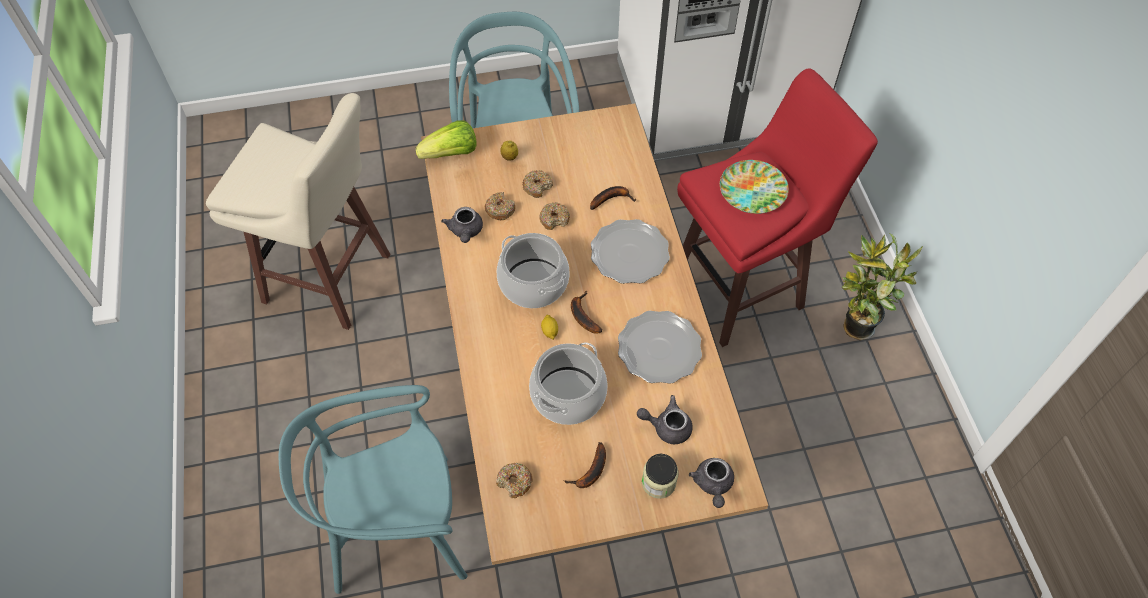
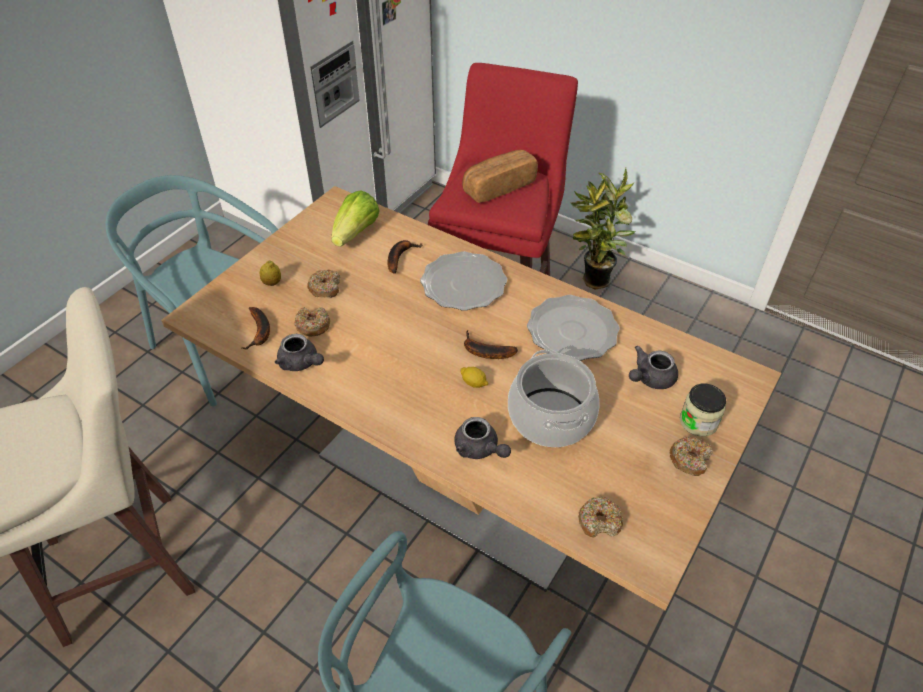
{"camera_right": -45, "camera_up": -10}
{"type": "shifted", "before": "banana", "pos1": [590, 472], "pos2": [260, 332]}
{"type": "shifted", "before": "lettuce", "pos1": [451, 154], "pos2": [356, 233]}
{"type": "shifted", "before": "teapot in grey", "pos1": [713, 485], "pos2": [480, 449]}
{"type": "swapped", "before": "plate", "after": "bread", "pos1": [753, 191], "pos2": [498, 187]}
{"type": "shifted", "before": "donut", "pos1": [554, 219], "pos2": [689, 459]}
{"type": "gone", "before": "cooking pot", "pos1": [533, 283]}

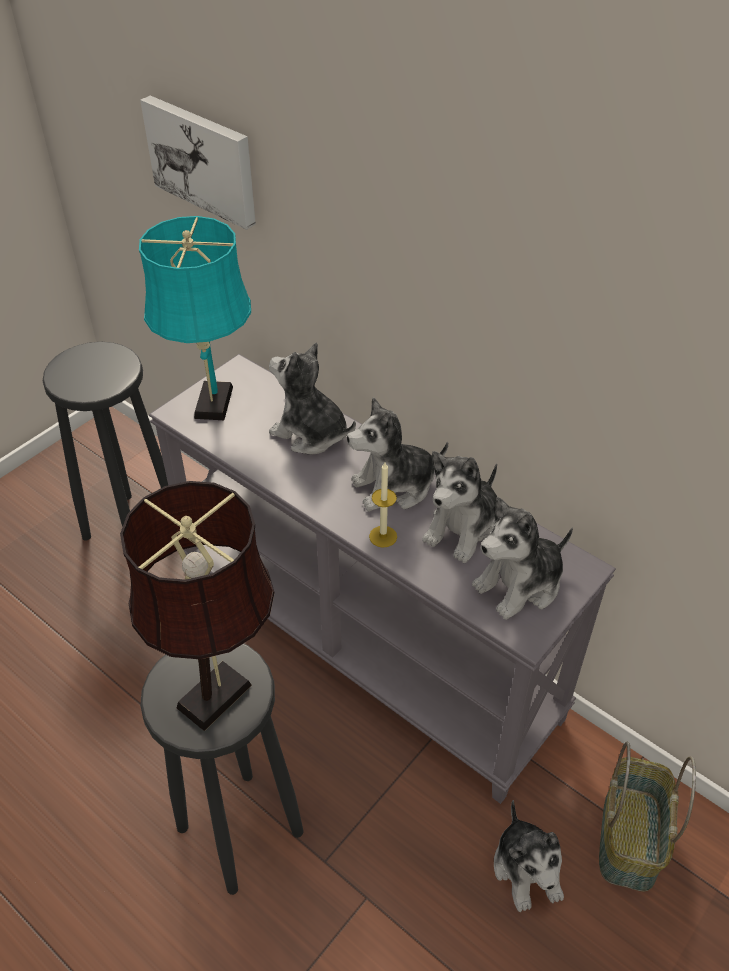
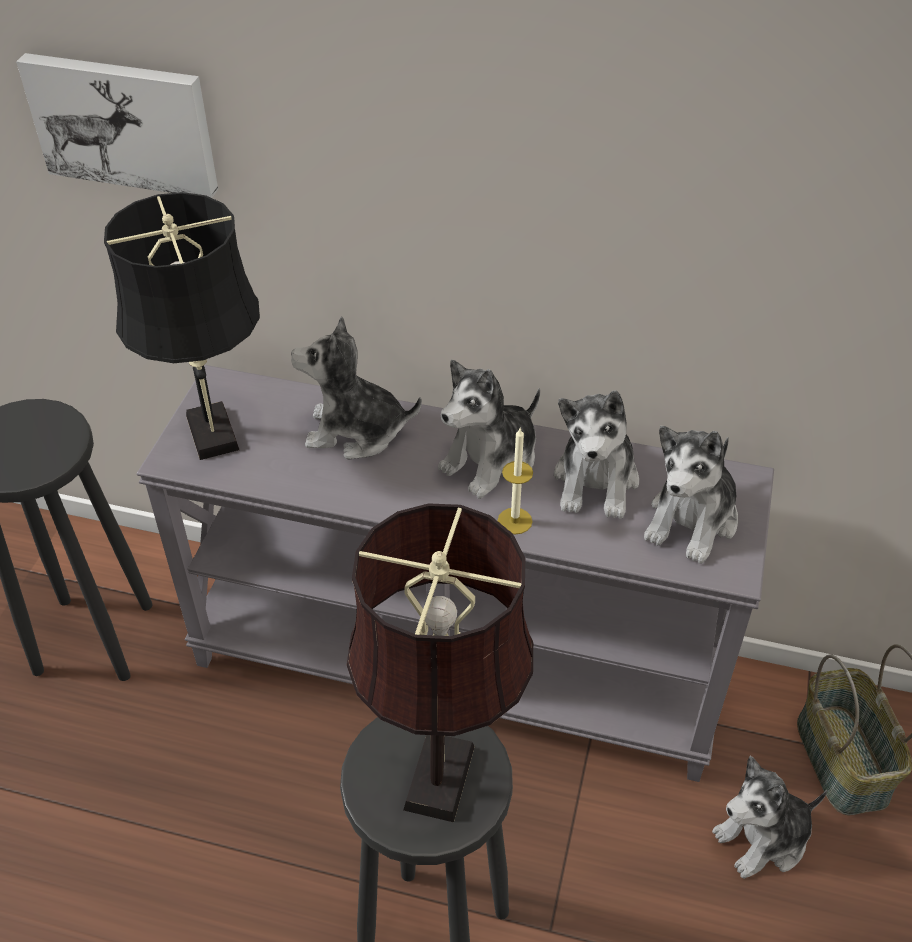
{"camera_right": -25, "camera_up": 0}
{"type": "repainted", "before": "table lamp in turquoise", "after": "table lamp in black", "pos1": [212, 406], "pos2": [213, 437]}
{"type": "rotated", "before": "plush toy", "pos1": [527, 869], "pos2": [763, 838], "turn": 105}

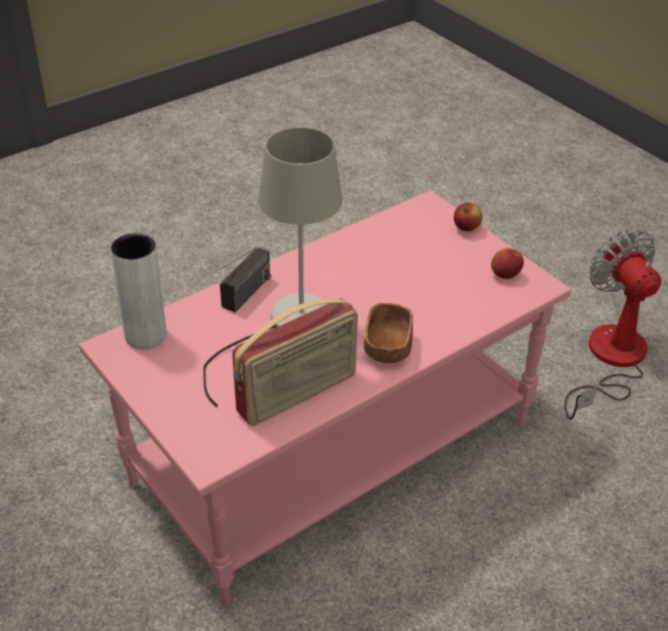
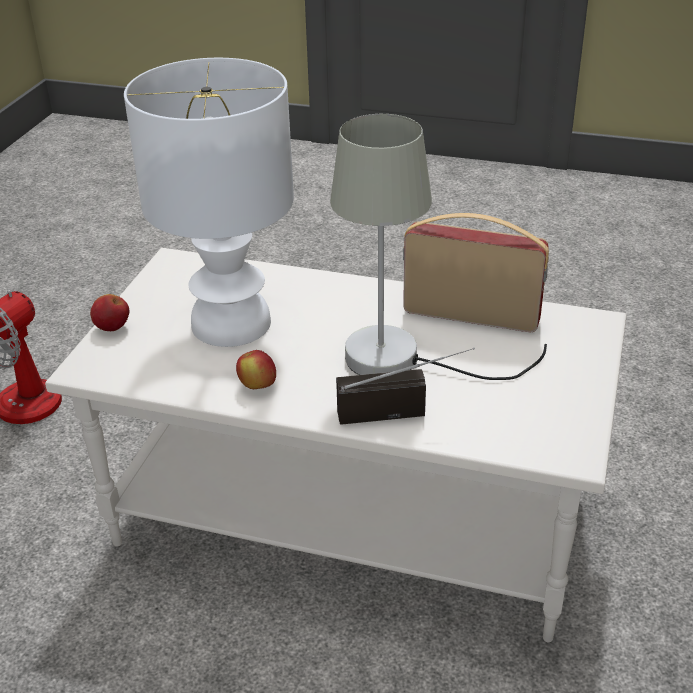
{"camera_right": -125, "camera_up": -5}
{"type": "repainted", "before": "coffee table in pink", "after": "coffee table in white", "pos1": [332, 450], "pos2": [347, 518]}
{"type": "new", "after": "table lamp in white", "pos2": [230, 322]}
{"type": "shifted", "before": "apple", "pos1": [505, 275], "pos2": [257, 386]}
{"type": "gone", "before": "vase in grey", "pos1": [145, 336]}
{"type": "gone", "before": "bowl in brown", "pos1": [387, 348]}

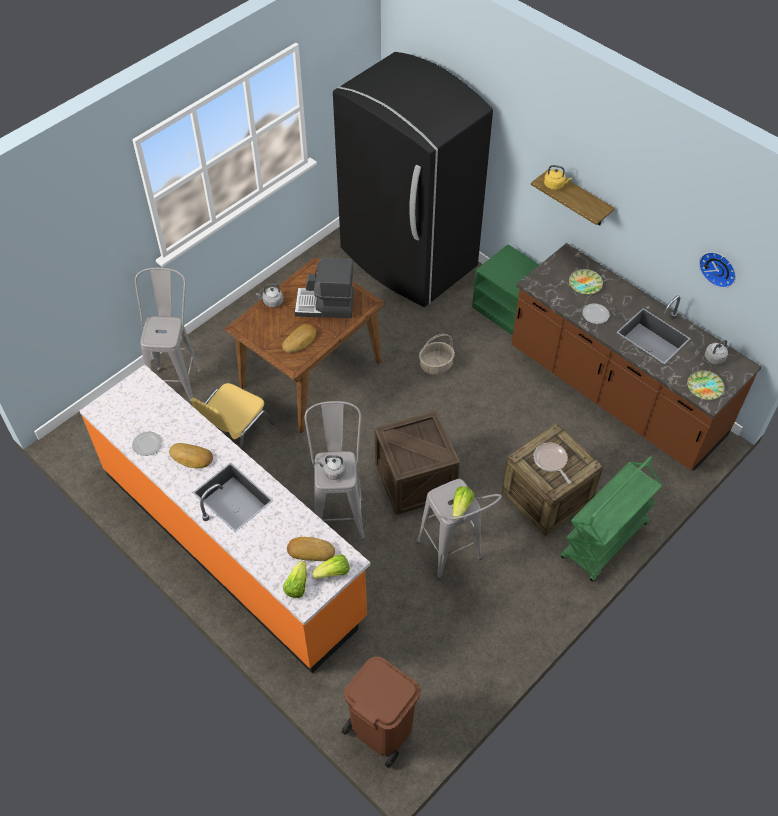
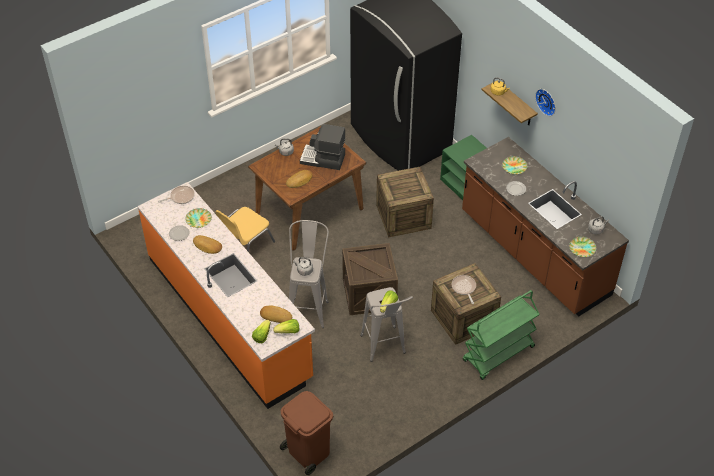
{"camera_right": 10, "camera_up": -5}
{"type": "new", "after": "frying pan", "pos2": [181, 197]}
{"type": "new", "after": "plate", "pos2": [198, 219]}
{"type": "swapped", "before": "basket", "after": "crate", "pos1": [436, 365], "pos2": [403, 217]}
{"type": "shifted", "before": "wall clock", "pos1": [719, 268], "pos2": [547, 101]}
{"type": "gone", "before": "stool in grey", "pos1": [177, 379]}

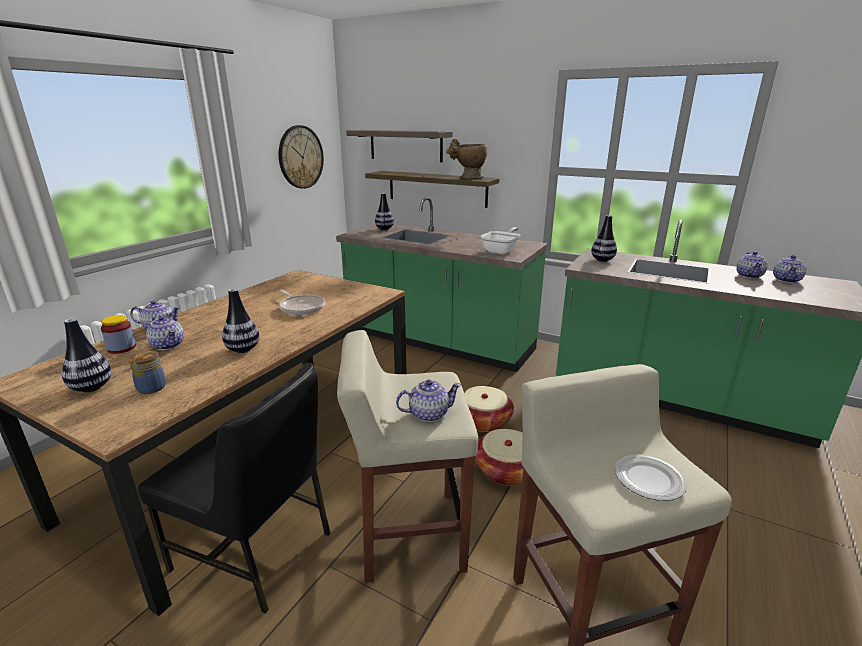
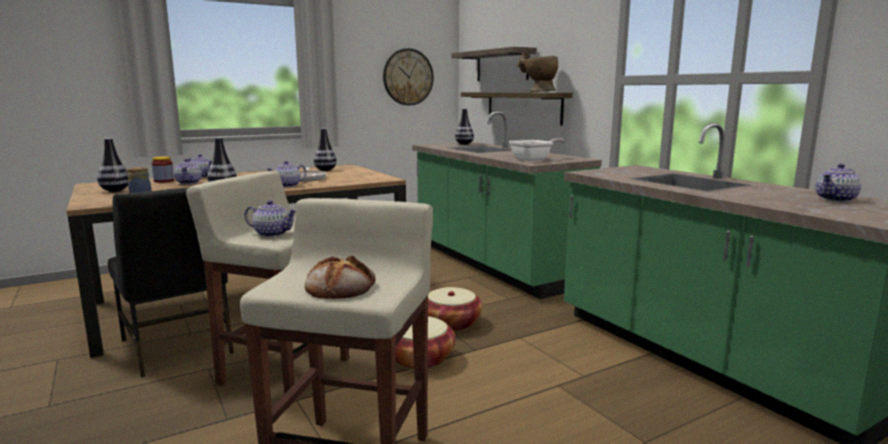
{"camera_right": 30, "camera_up": -10}
{"type": "shifted", "before": "teapot", "pos1": [749, 275], "pos2": [288, 186]}
{"type": "swapped", "before": "plate", "after": "bread", "pos1": [648, 480], "pos2": [341, 286]}
{"type": "shifted", "before": "vase", "pos1": [602, 260], "pos2": [325, 170]}

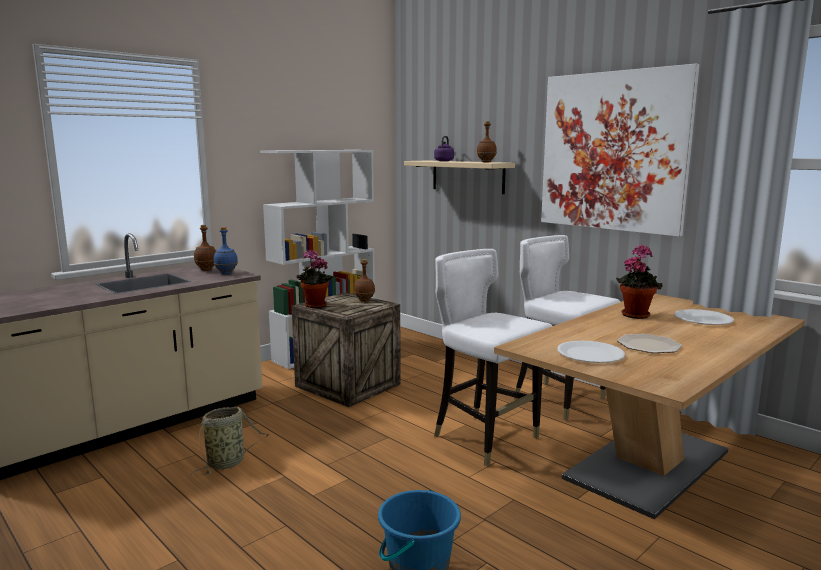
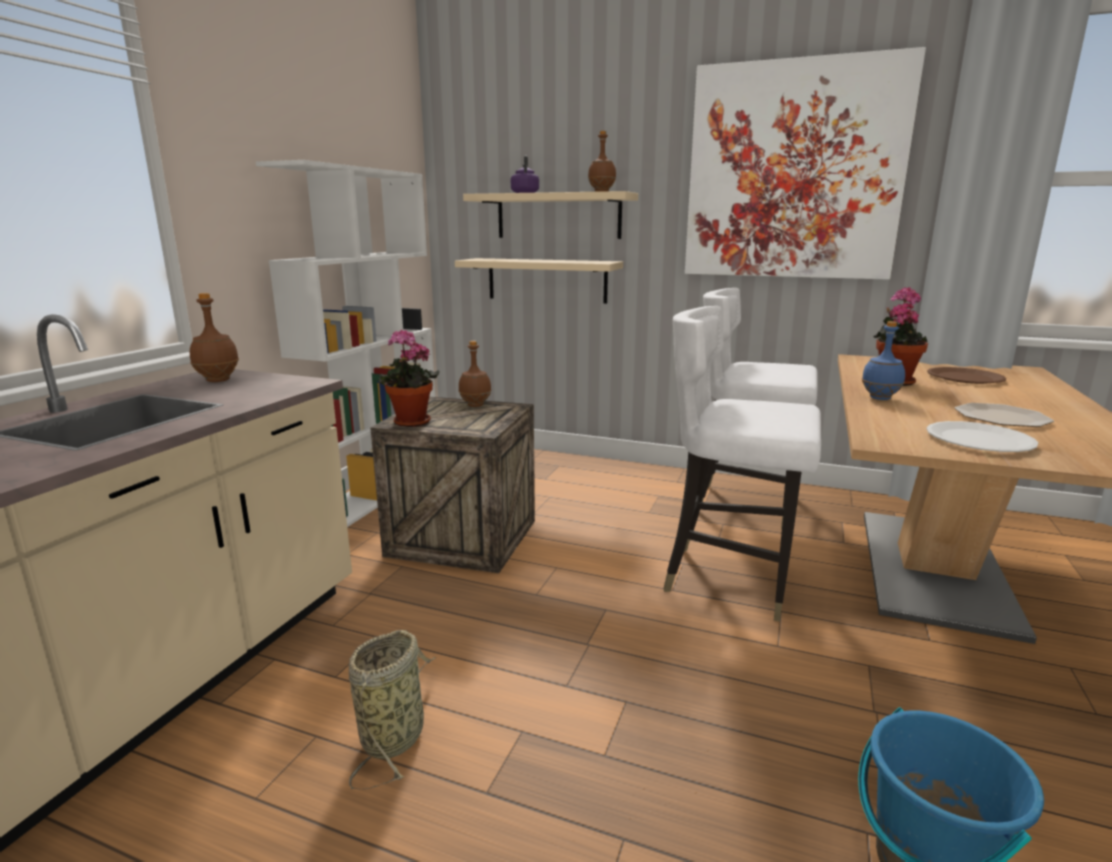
{"camera_right": -25, "camera_up": 5}
{"type": "new", "after": "shelf in beige", "pos2": [546, 280]}
{"type": "shifted", "before": "bottle in blue", "pos1": [226, 273], "pos2": [880, 398]}
{"type": "repainted", "before": "plate in white", "after": "plate in brown", "pos1": [703, 319], "pos2": [965, 378]}

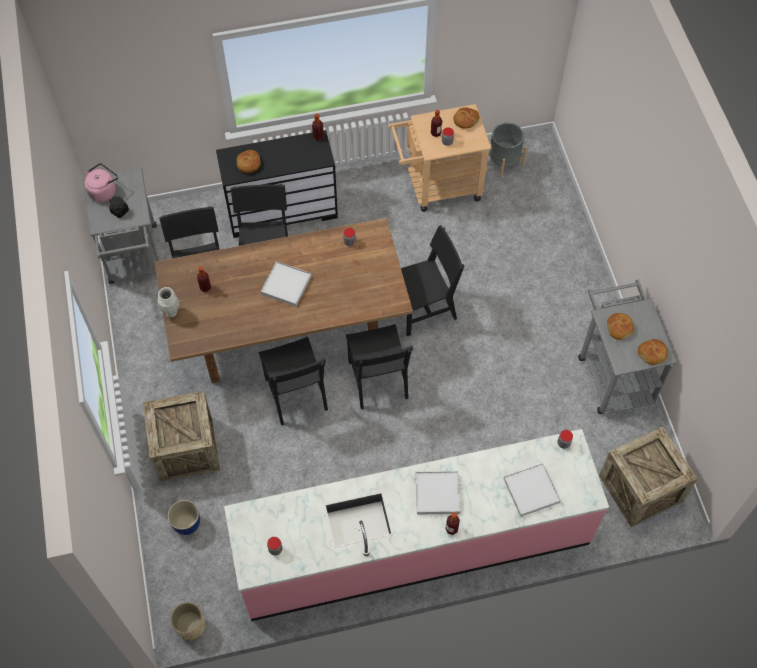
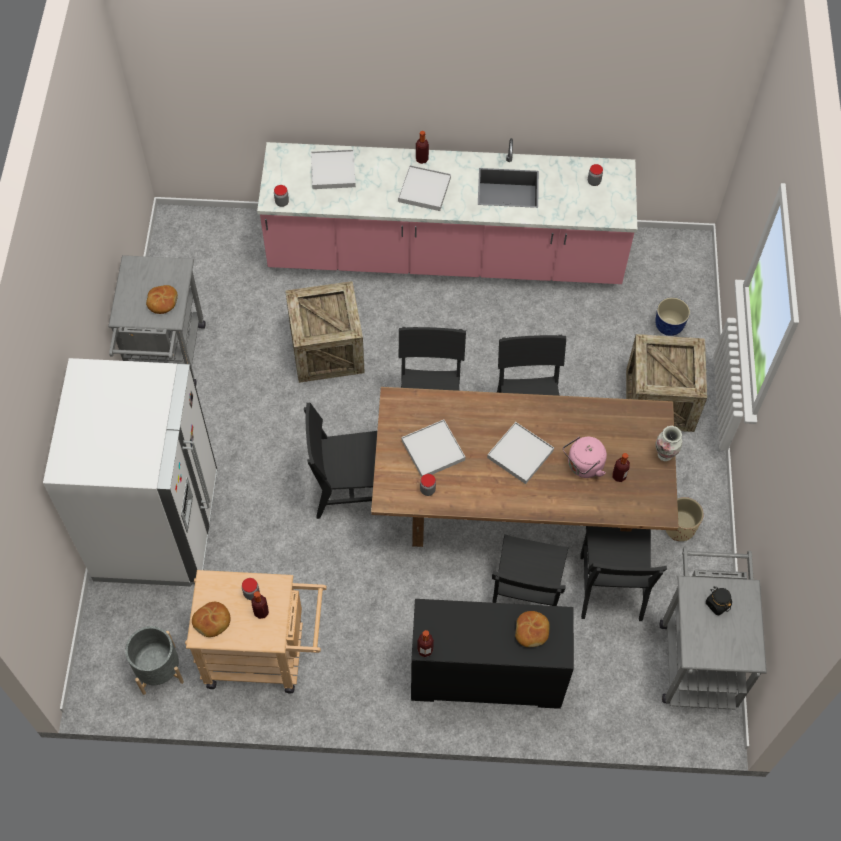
{"camera_right": -165, "camera_up": 0}
{"type": "new", "after": "fridge in white", "pos2": [157, 526]}
{"type": "shifted", "before": "crate", "pos1": [640, 488], "pos2": [327, 350]}
{"type": "new", "after": "tray in white", "pos2": [433, 450]}
{"type": "shifted", "before": "kettle in pink", "pos1": [103, 191], "pos2": [583, 466]}
{"type": "shifted", "before": "planter in beige", "pos1": [191, 626], "pos2": [679, 527]}
{"type": "gone", "before": "bread", "pos1": [652, 354]}

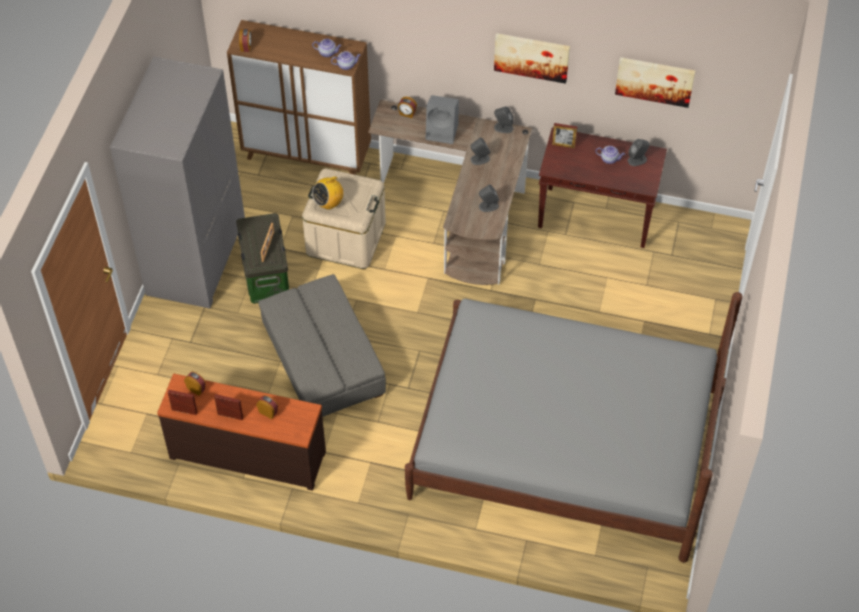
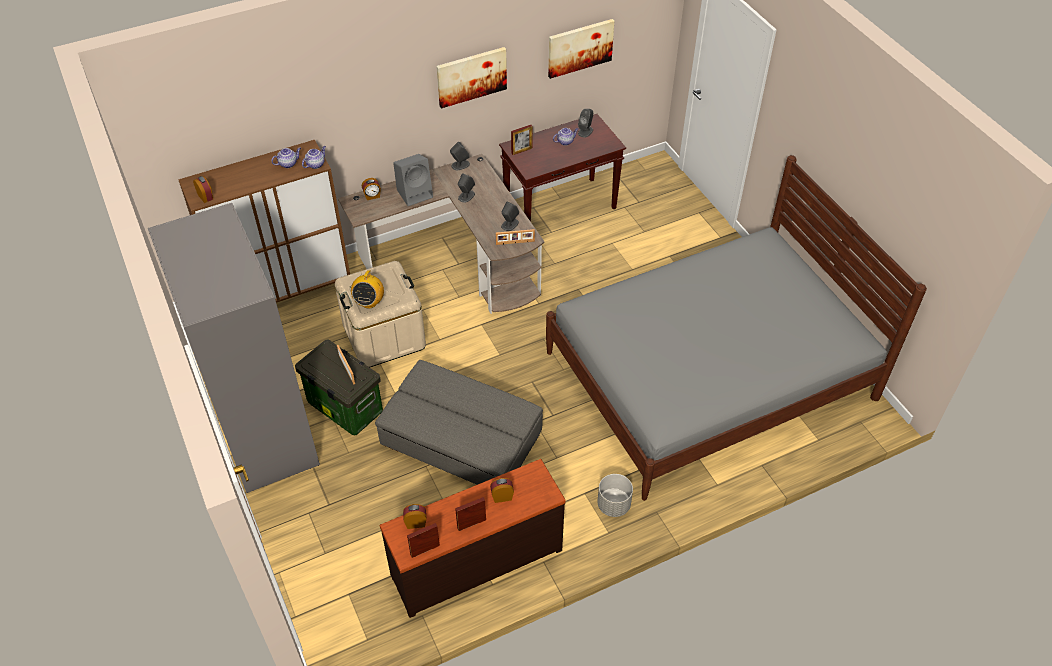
{"camera_right": -40, "camera_up": -5}
{"type": "new", "after": "picture frame", "pos2": [515, 243]}
{"type": "new", "after": "planter in grey", "pos2": [613, 505]}

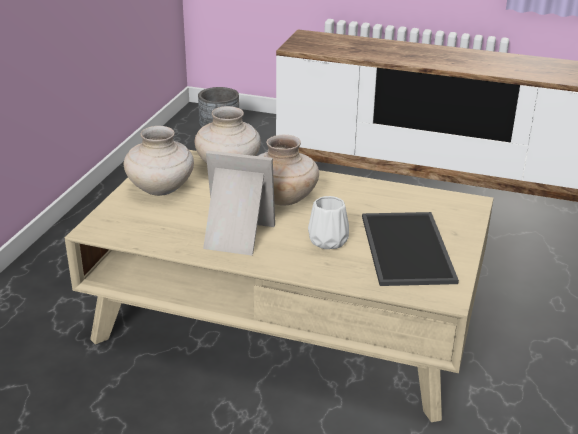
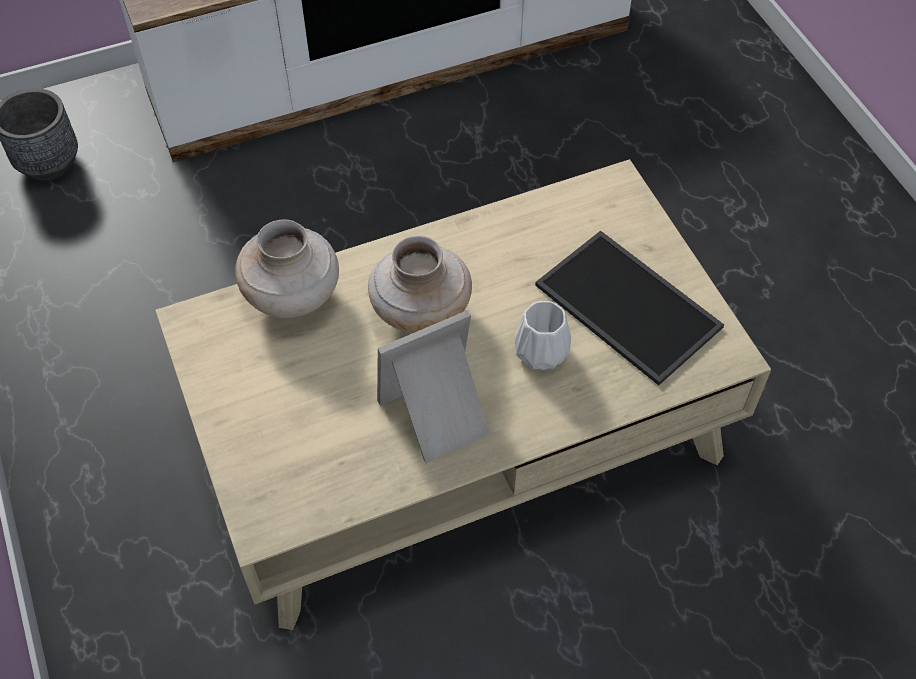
{"camera_right": -40, "camera_up": 25}
{"type": "gone", "before": "vase in beige", "pos1": [161, 189]}

